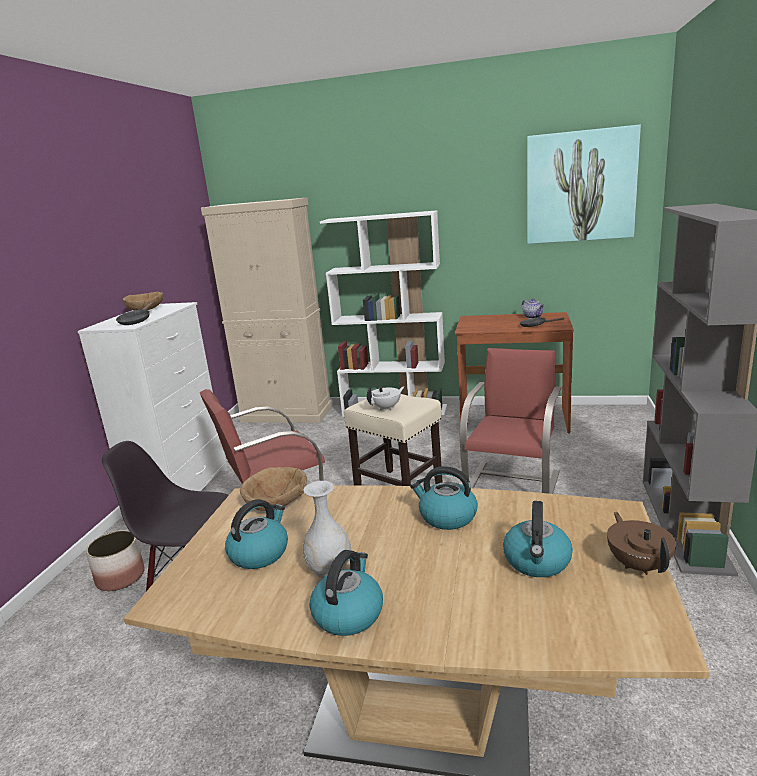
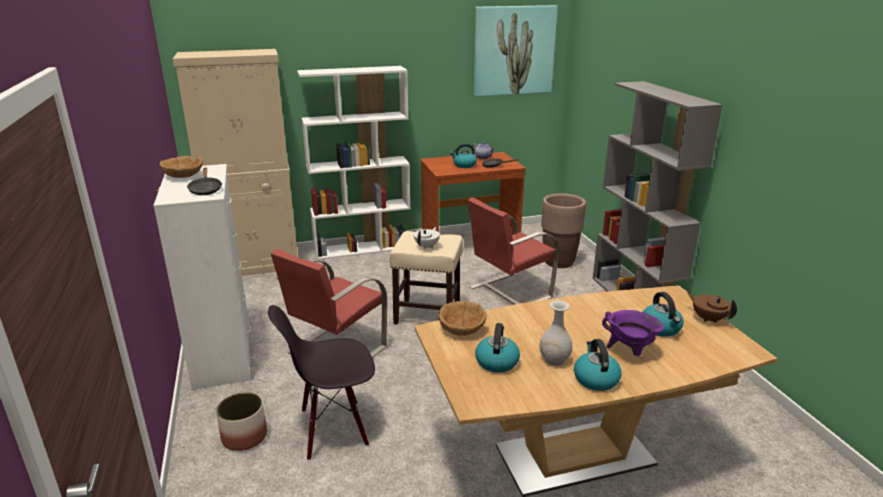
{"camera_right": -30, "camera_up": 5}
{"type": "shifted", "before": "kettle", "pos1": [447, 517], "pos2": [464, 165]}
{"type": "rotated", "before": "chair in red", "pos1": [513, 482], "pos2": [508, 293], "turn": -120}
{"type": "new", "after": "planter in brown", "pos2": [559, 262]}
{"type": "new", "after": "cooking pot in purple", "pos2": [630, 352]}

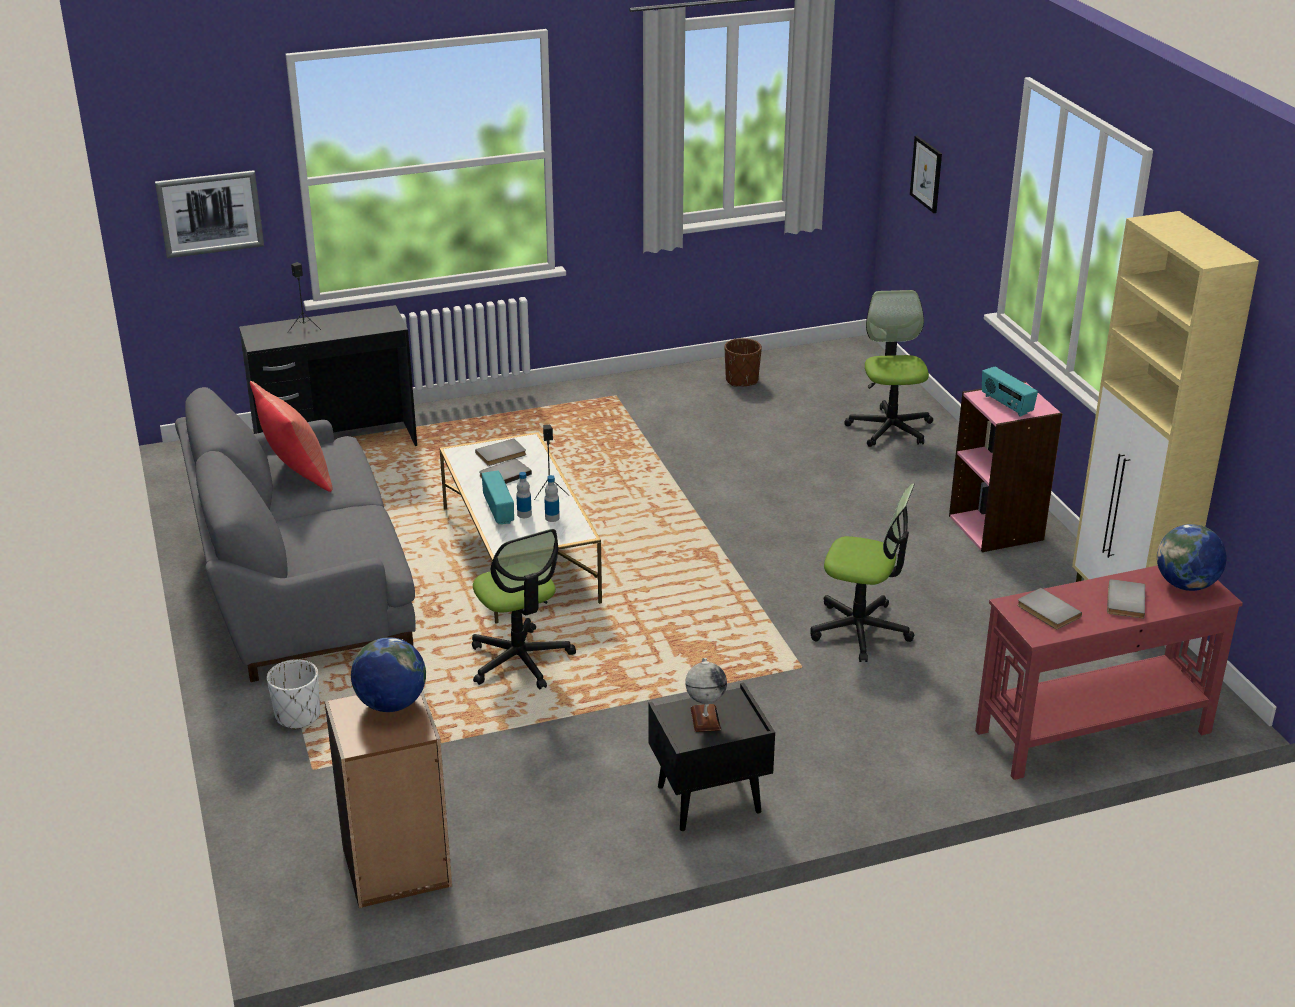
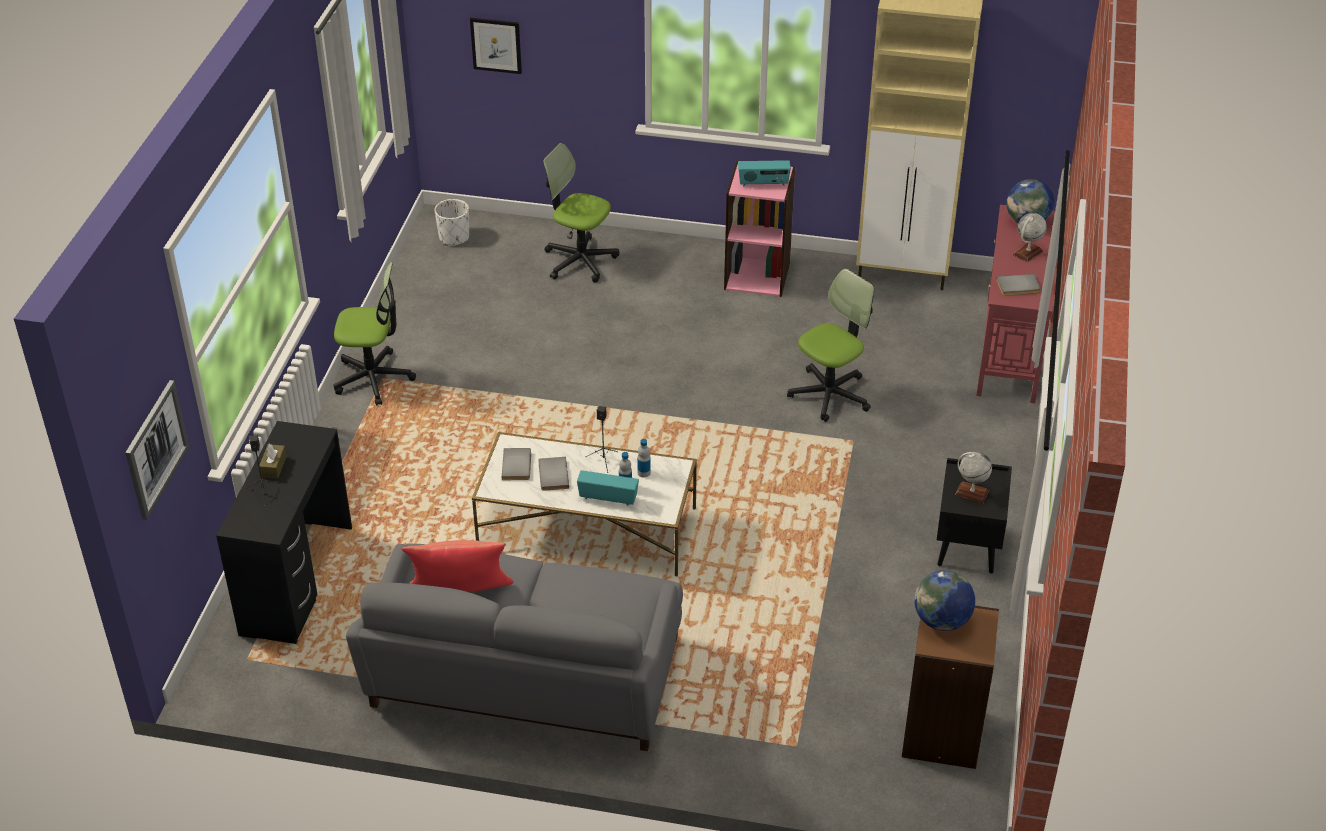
{"camera_right": -60, "camera_up": 10}
{"type": "new", "after": "tissue box in brown", "pos2": [273, 466]}
{"type": "shifted", "before": "office chair", "pos1": [520, 660], "pos2": [373, 378]}
{"type": "shifted", "before": "planter in white", "pos1": [298, 716], "pos2": [454, 237]}
{"type": "swapped", "before": "book in grey", "after": "globe", "pos1": [1123, 601], "pos2": [1027, 253]}
{"type": "gone", "before": "planter in brown", "pos1": [742, 380]}

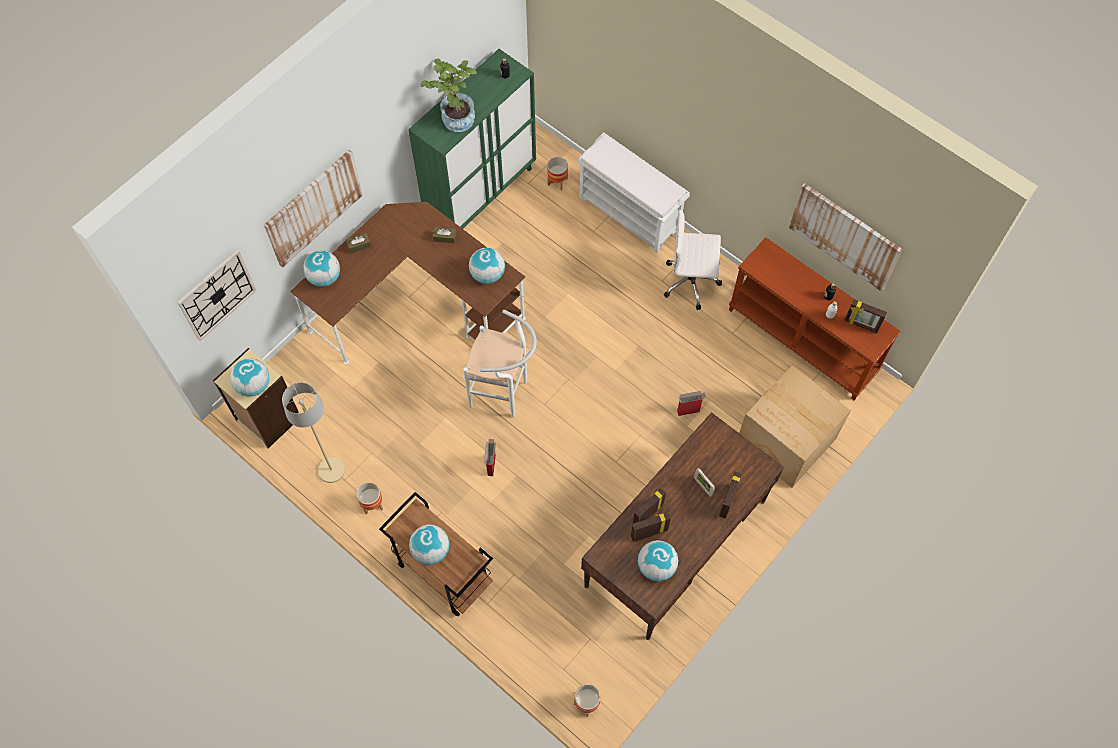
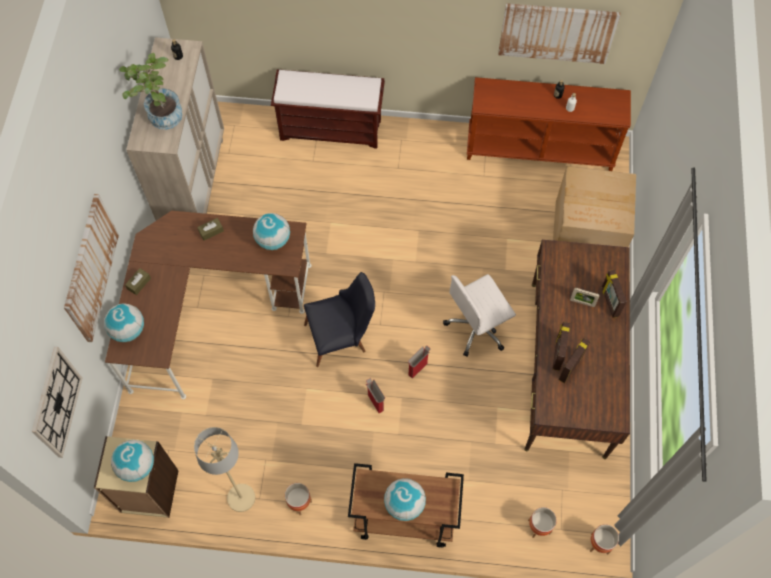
{"camera_right": -35, "camera_up": 0}
{"type": "repainted", "before": "cabinet in green", "after": "cabinet in beige", "pos1": [481, 193], "pos2": [195, 184]}
{"type": "repainted", "before": "bench in white", "after": "bench in brown", "pos1": [630, 213], "pos2": [331, 129]}
{"type": "swapped", "before": "stool in white", "after": "chair in black", "pos1": [504, 395], "pos2": [341, 338]}
{"type": "shifted", "before": "cardboard box", "pos1": [688, 411], "pos2": [418, 369]}
{"type": "shifted", "before": "office chair in white", "pos1": [691, 282], "pos2": [477, 327]}
{"type": "shifted", "before": "planter", "pos1": [557, 181], "pos2": [539, 527]}
{"type": "gone", "before": "globe", "pos1": [656, 566]}
{"type": "gone", "before": "picture frame", "pos1": [861, 325]}

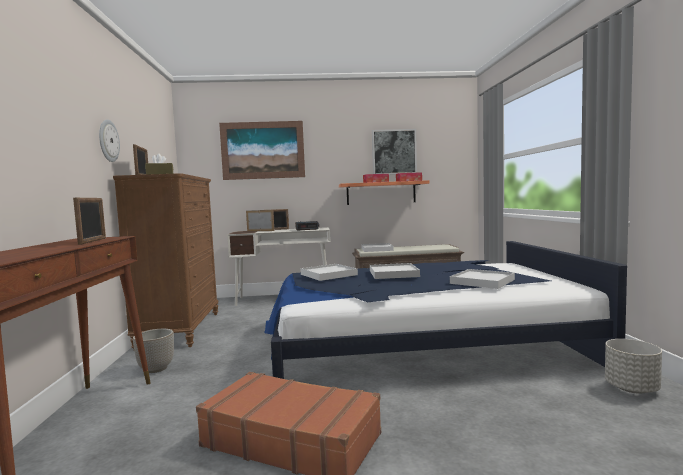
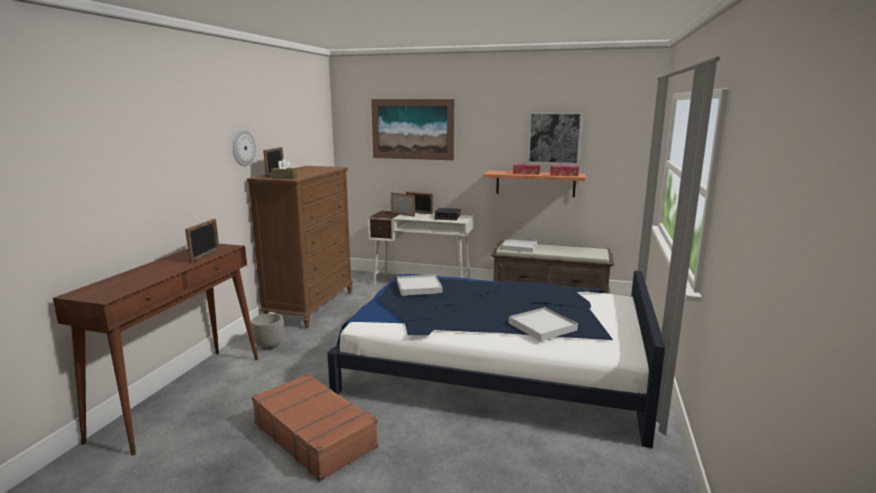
{"camera_right": 20, "camera_up": 10}
{"type": "gone", "before": "tray in white", "pos1": [393, 274]}
{"type": "gone", "before": "planter in grey", "pos1": [632, 389]}

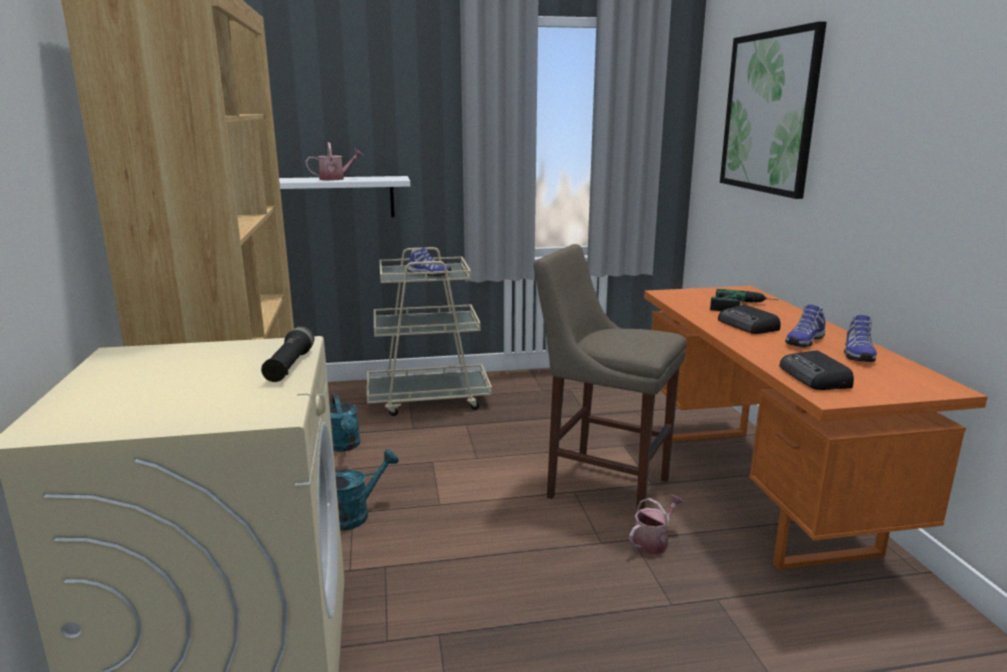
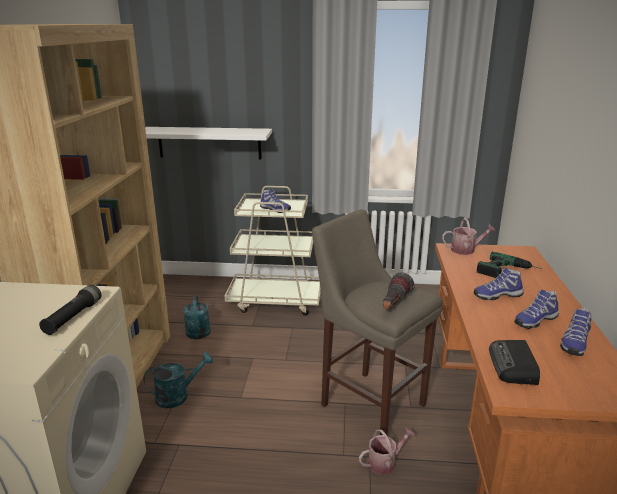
{"camera_right": 15, "camera_up": 5}
{"type": "new", "after": "flashlight", "pos2": [394, 305]}
{"type": "shifted", "before": "watering can", "pos1": [335, 179], "pos2": [466, 250]}
{"type": "swapped", "before": "radio", "after": "shoe", "pos1": [748, 326], "pos2": [497, 295]}
{"type": "gone", "before": "picture", "pos1": [769, 113]}

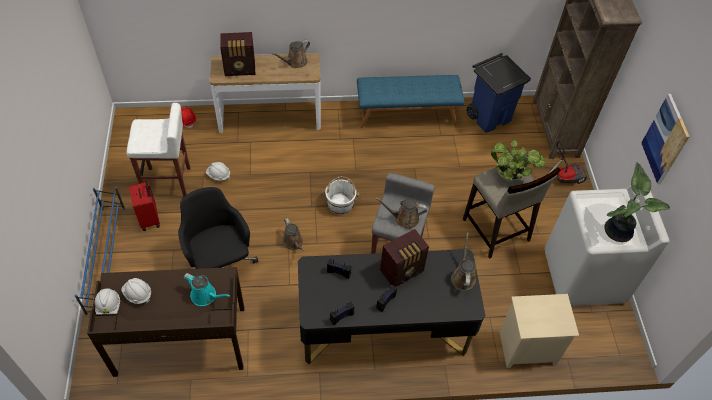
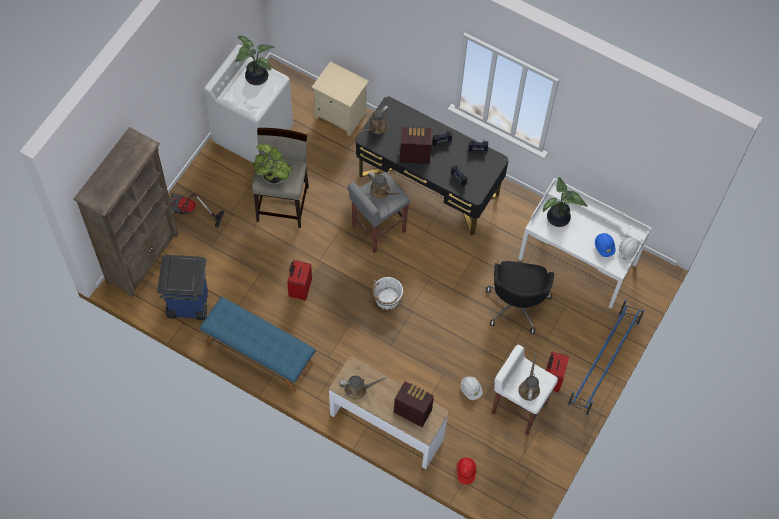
{"camera_right": -145, "camera_up": 10}
{"type": "new", "after": "suitcase in red", "pos2": [299, 289]}
{"type": "repainted", "before": "desk in brown", "after": "desk in white", "pos1": [180, 342], "pos2": [578, 261]}
{"type": "shifted", "before": "watering can in brown", "pos1": [293, 243], "pos2": [529, 388]}
{"type": "swapped", "before": "watering can in turquoise", "after": "potted plant", "pos1": [205, 296], "pos2": [558, 219]}
{"type": "repainted", "before": "hard hat in white", "after": "hard hat in blue", "pos1": [138, 294], "pos2": [604, 247]}
{"type": "gone", "before": "picture", "pos1": [665, 139]}

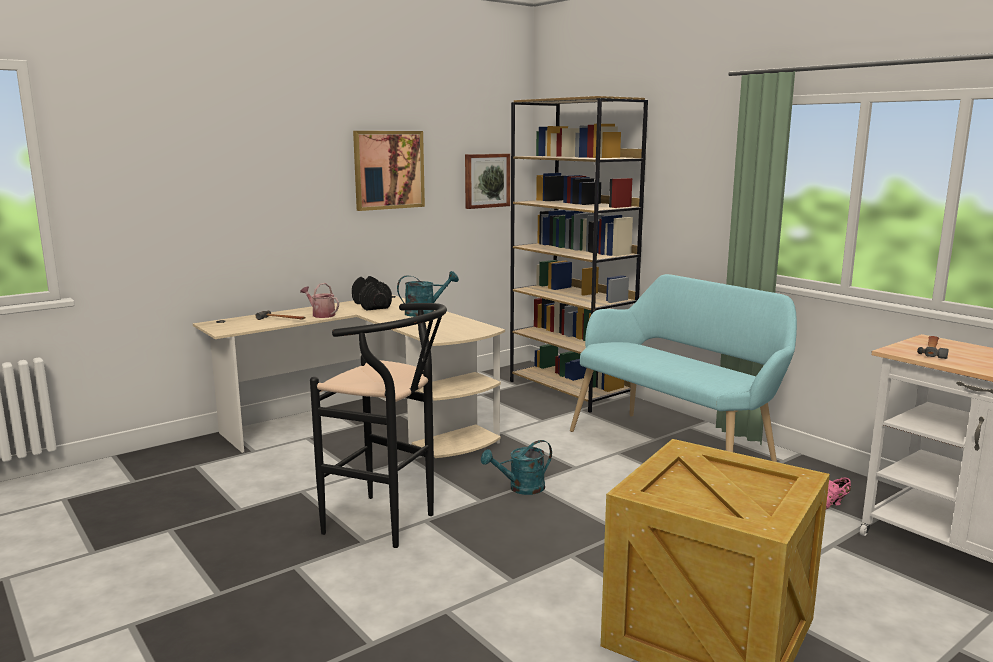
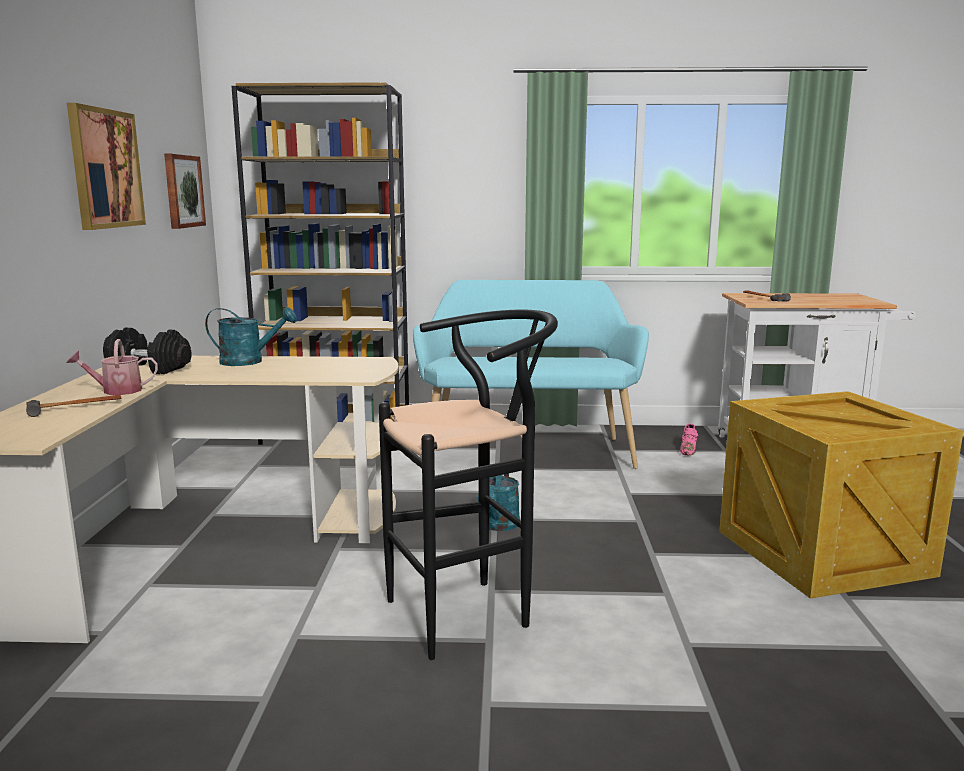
{"camera_right": -50, "camera_up": 0}
{"type": "rotated", "before": "watering can in turquoise", "pos1": [425, 312], "pos2": [249, 361], "turn": 75}

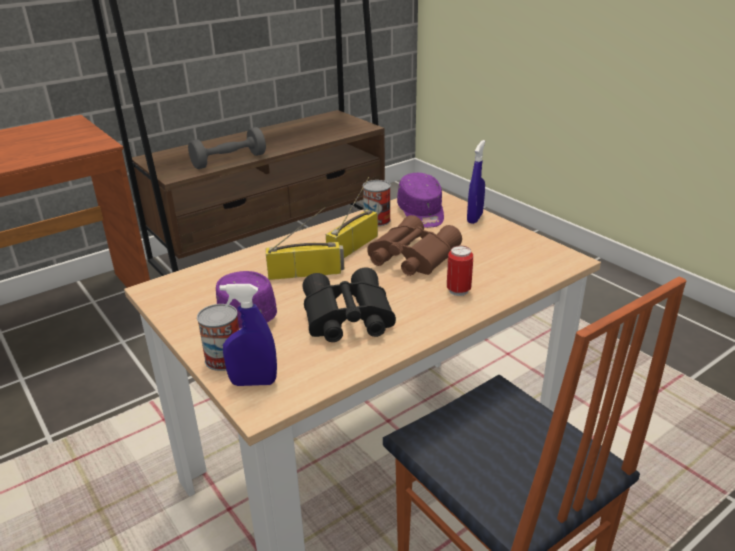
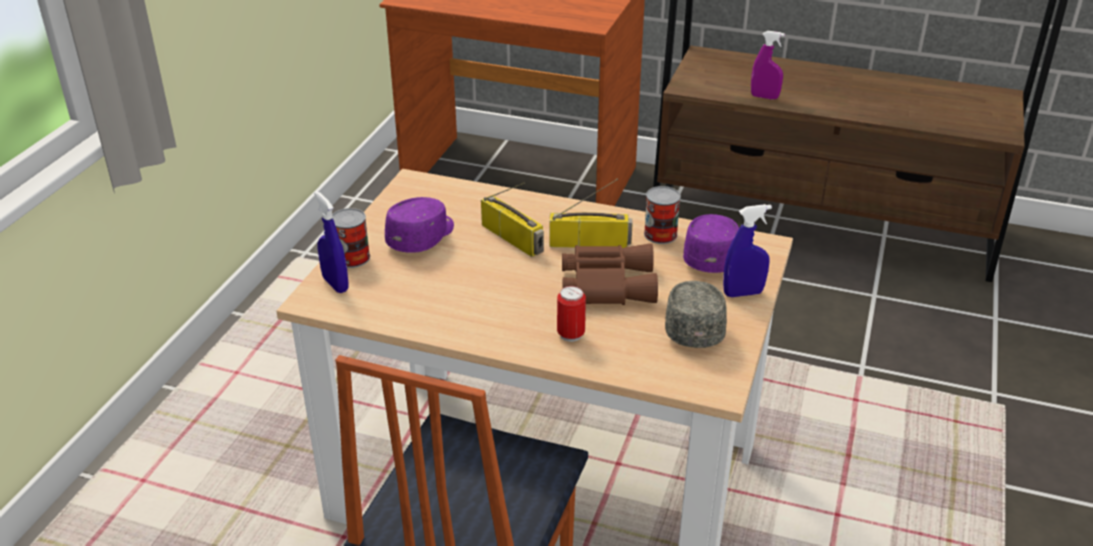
{"camera_right": 55, "camera_up": 5}
{"type": "new", "after": "cap in grey", "pos2": [693, 325]}
{"type": "rotated", "before": "cap in purple", "pos1": [421, 213], "pos2": [711, 255], "turn": 150}
{"type": "swapped", "before": "dumbbell in grey", "after": "spray bottle in purple", "pos1": [229, 161], "pos2": [764, 97]}
{"type": "gone", "before": "binoculars in black", "pos1": [345, 318]}

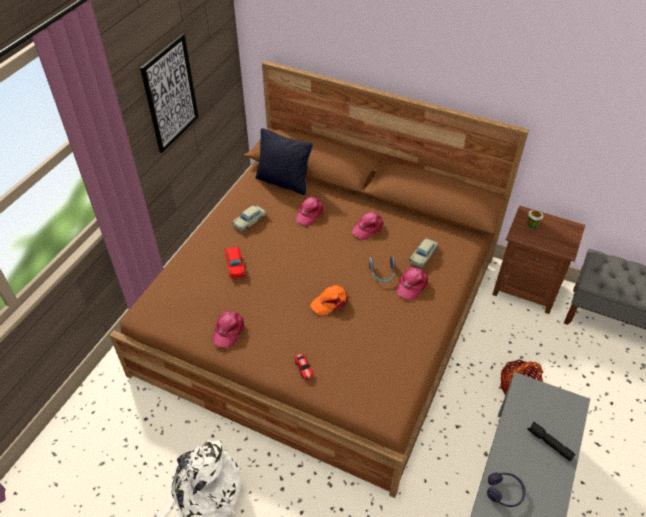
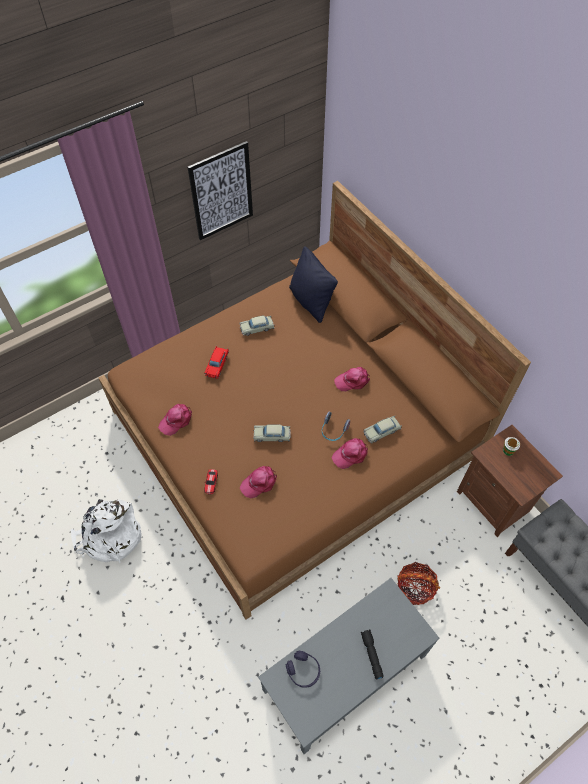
{"camera_right": 30, "camera_up": 10}
{"type": "shifted", "before": "cap in pink", "pos1": [309, 213], "pos2": [259, 482]}
{"type": "swapped", "before": "cap in orange", "after": "toy car in beige", "pos1": [330, 302], "pos2": [272, 435]}

